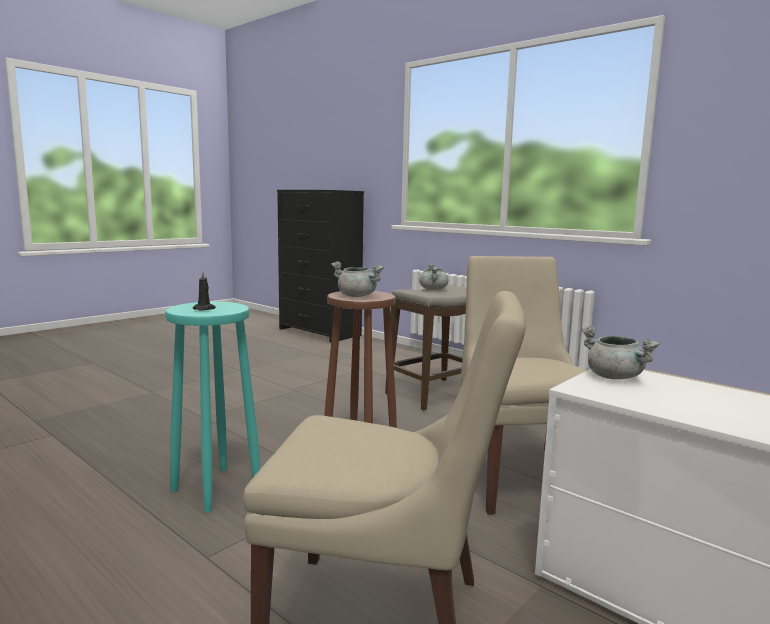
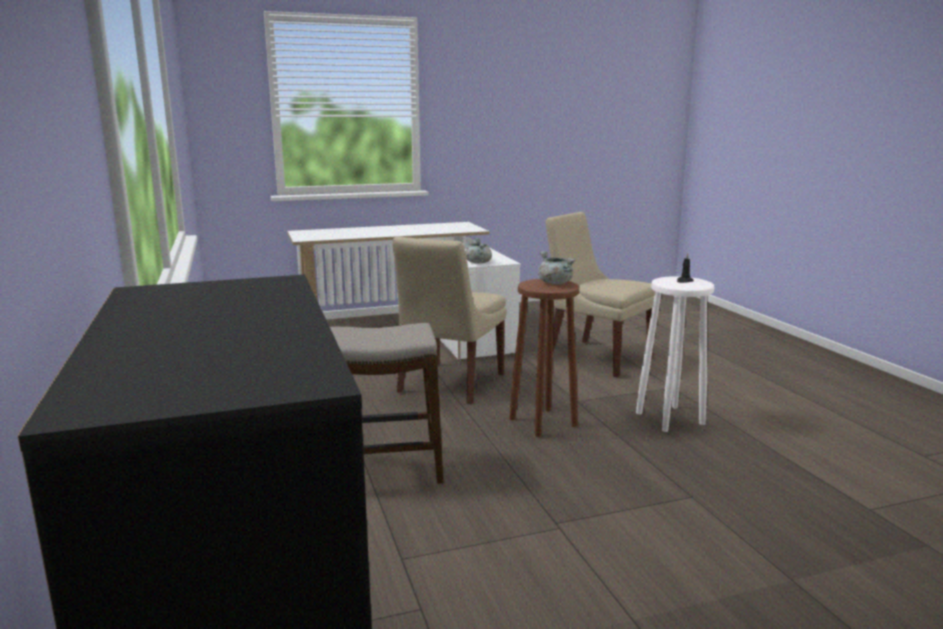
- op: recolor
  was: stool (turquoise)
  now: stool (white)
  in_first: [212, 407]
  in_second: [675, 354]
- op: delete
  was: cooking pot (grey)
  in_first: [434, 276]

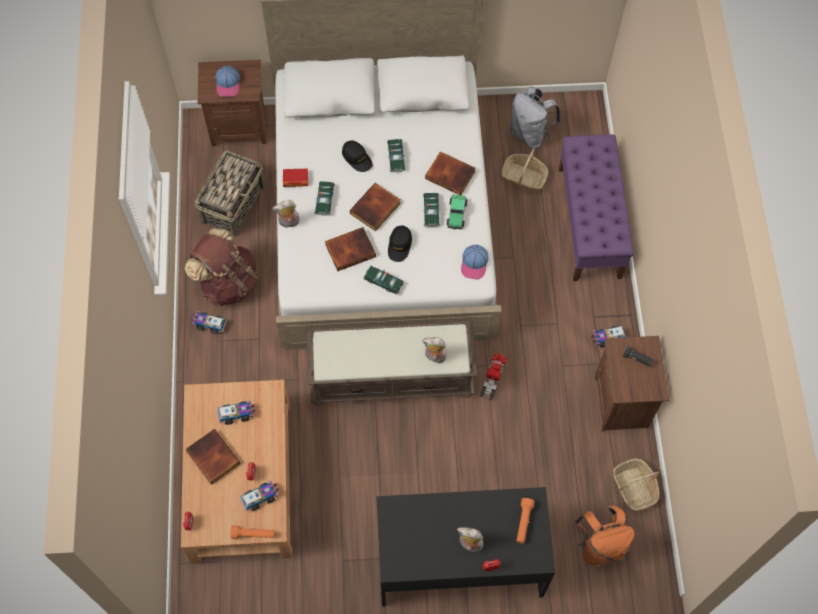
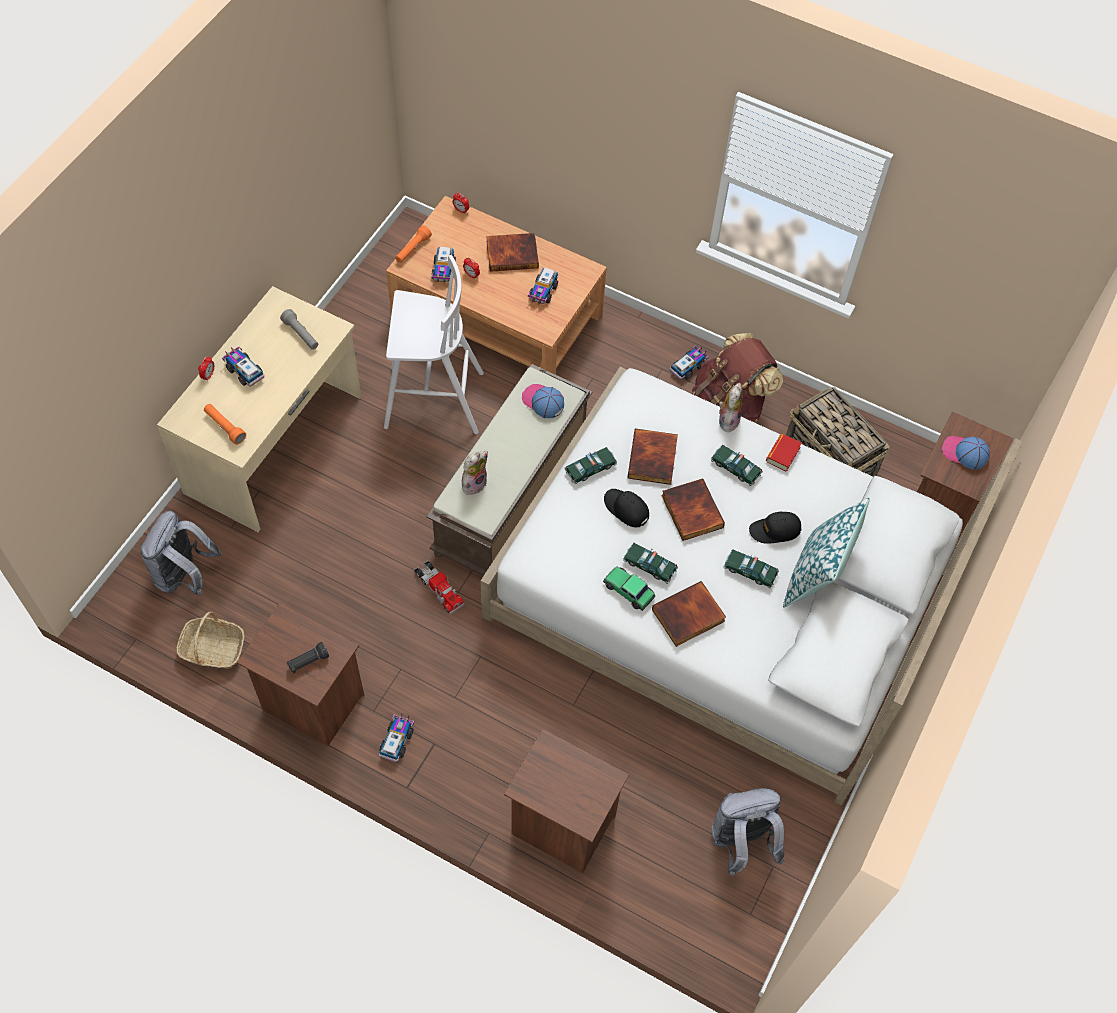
- op: recolor
  was: backpack (orange)
  now: backpack (grey)
  in_first: [604, 536]
  in_second: [181, 553]
- op: recolor
  was: desk (black)
  now: desk (beige)
  in_first: [465, 547]
  in_second: [259, 409]
- op: replace
  was: plush toy
  now: toy truck
  in_first: [470, 539]
  in_second: [243, 366]
- op: insert
  now: flashlight (grey)
  in_second: [299, 329]
- op: insert
  now: stool (white)
  in_second: [434, 344]
- op: replace
  was: bench (purple)
  now: nightstand (brown)
  in_first: [596, 207]
  in_second: [566, 801]
- op: move
  was: cap
  in_first: [474, 262]
  in_second: [543, 401]
- op: insert
  now: pillow
  in_second: [826, 553]
- op: delete
  was: basket
  in_first: [525, 169]

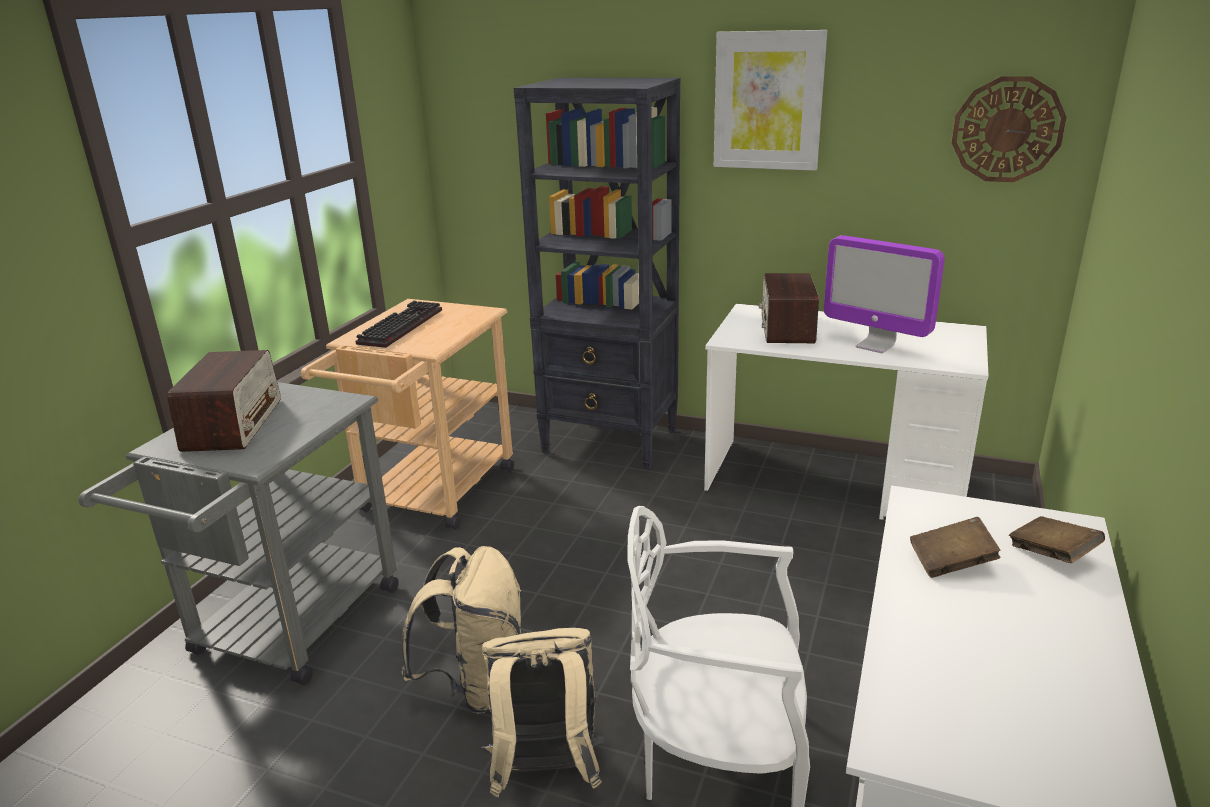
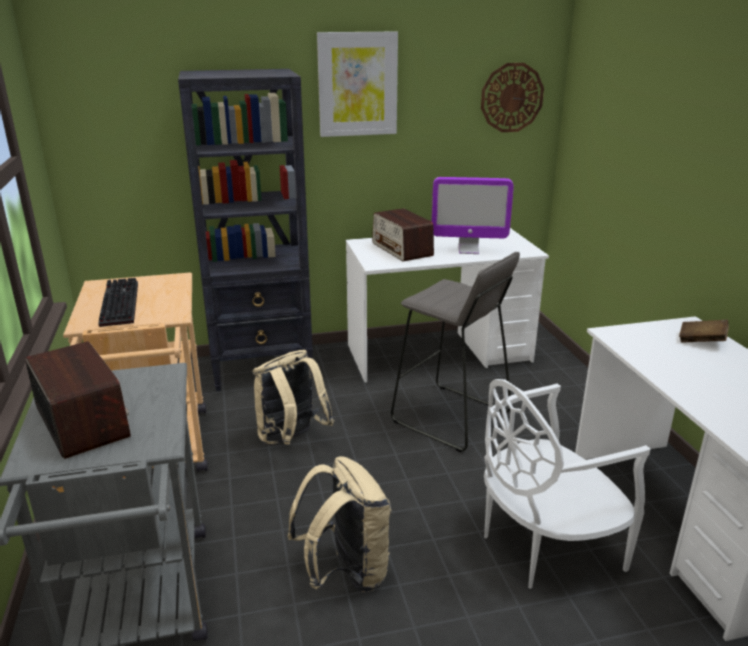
- op: move
  was: backpack (beige)
  in_first: [543, 712]
  in_second: [293, 397]
- op: insert
  now: stool (grey)
  in_second: [455, 352]
- op: delete
  was: book (brown)
  in_first: [955, 547]

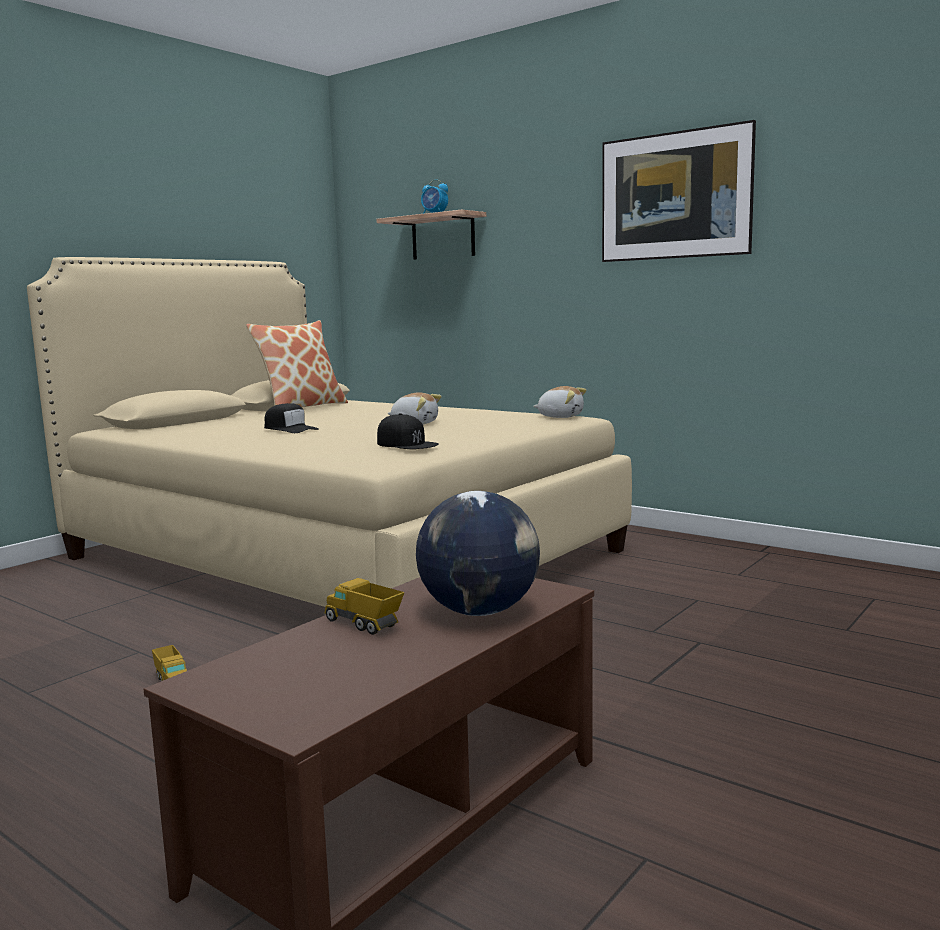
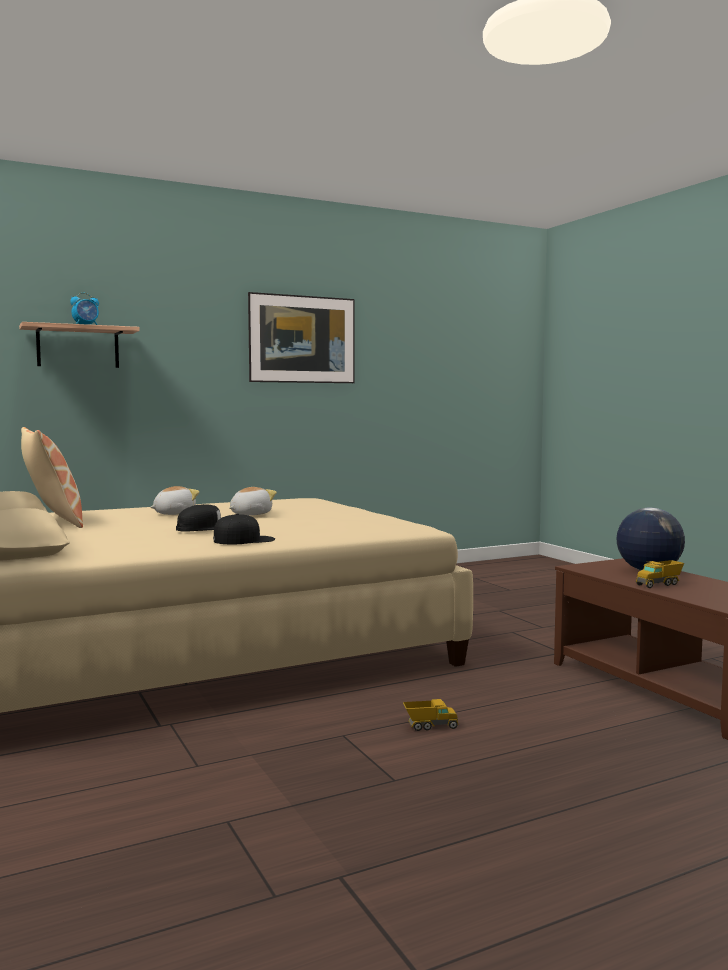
- op: move
  was: plush toy
  in_first: [560, 402]
  in_second: [175, 500]
- op: move
  was: cap (black)
  in_first: [408, 431]
  in_second: [244, 528]

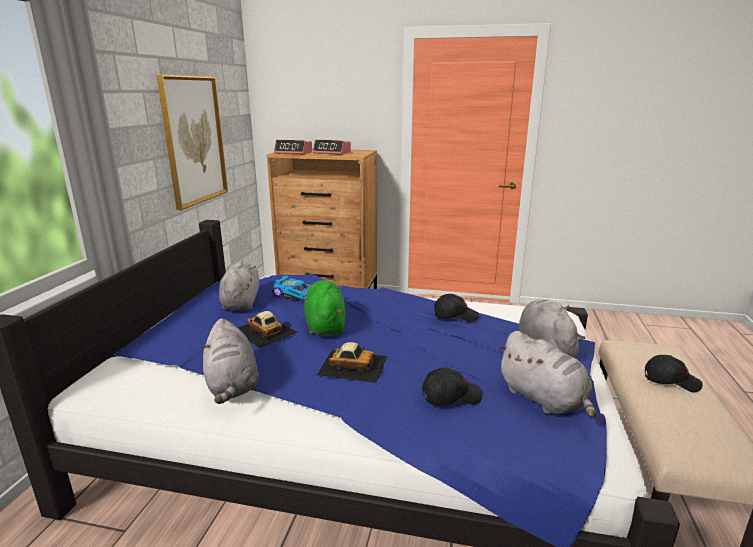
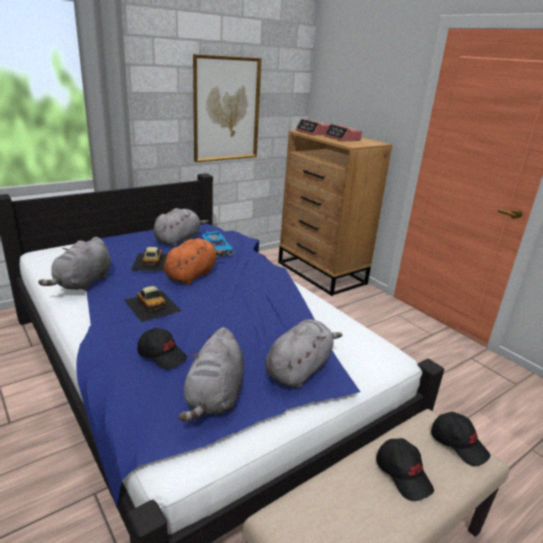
- op: recolor
  was: plush toy (green)
  now: plush toy (orange)
  in_first: [325, 308]
  in_second: [194, 261]
- op: move
  was: cap (black)
  in_first: [456, 308]
  in_second: [461, 439]

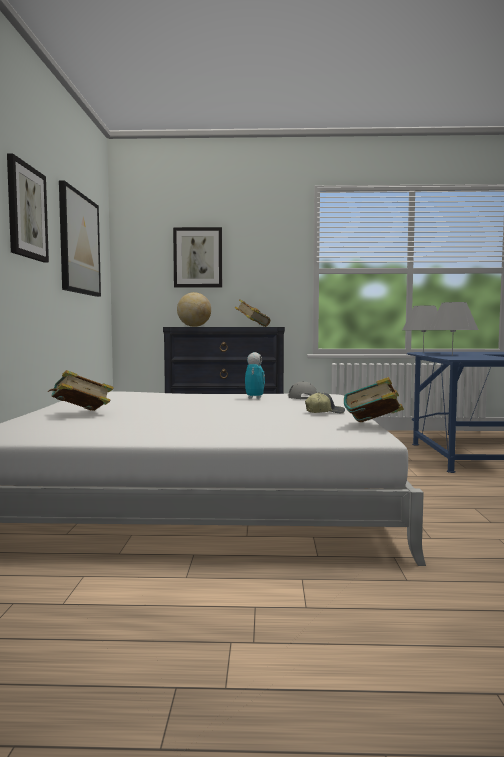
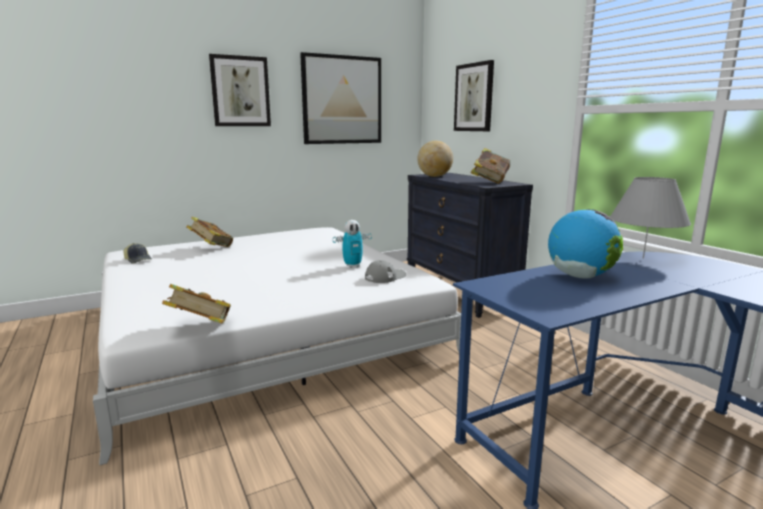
- op: move
  was: cap
  in_first: [325, 402]
  in_second: [137, 253]
- op: replace
  was: table lamp (grey)
  now: globe
  in_first: [453, 329]
  in_second: [585, 244]

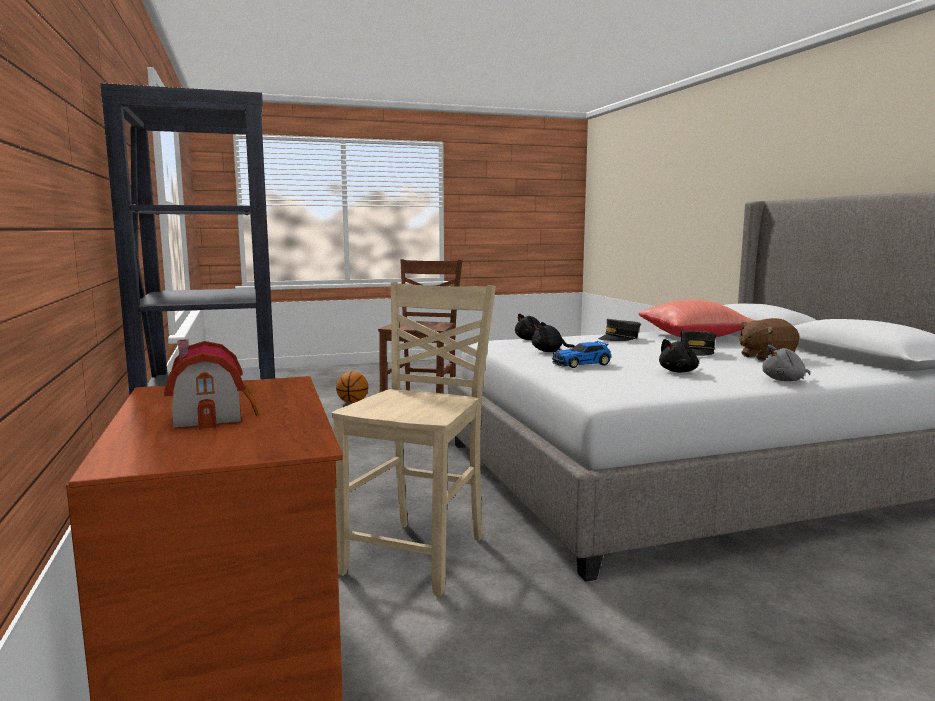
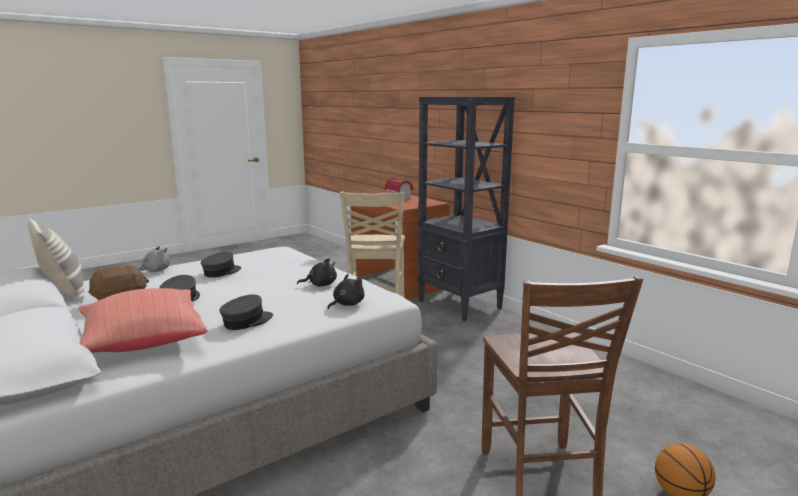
- op: insert
  now: pillow
  in_second: [56, 260]
- op: replace
  was: plush toy (black)
  now: cap (grey)
  in_first: [679, 355]
  in_second: [221, 264]
- op: delete
  was: toy car
  in_first: [582, 354]

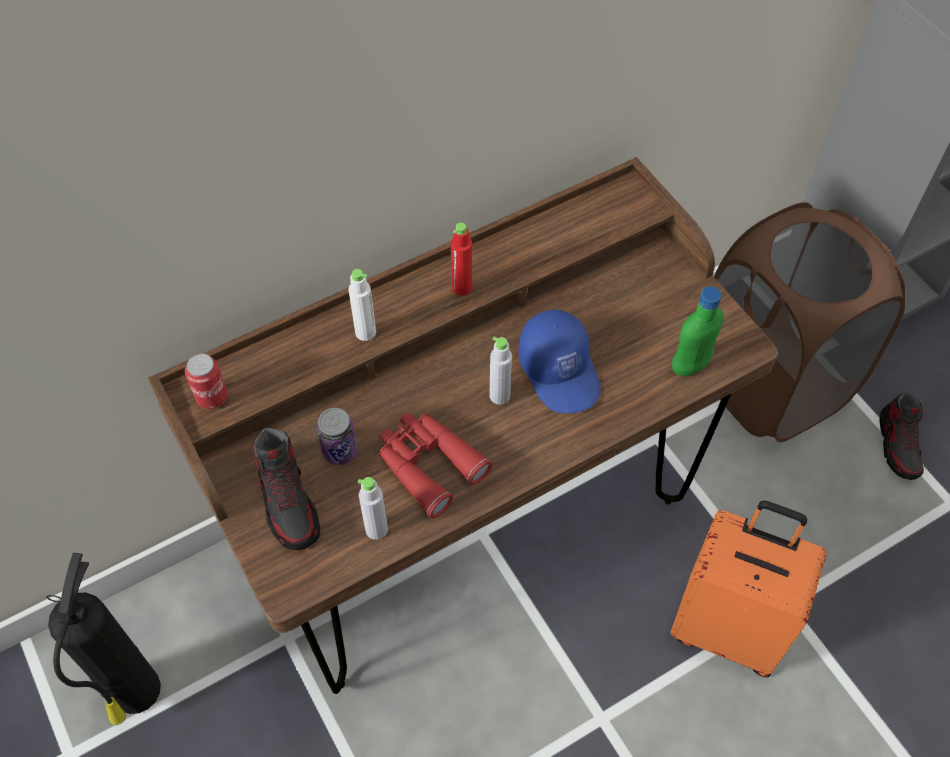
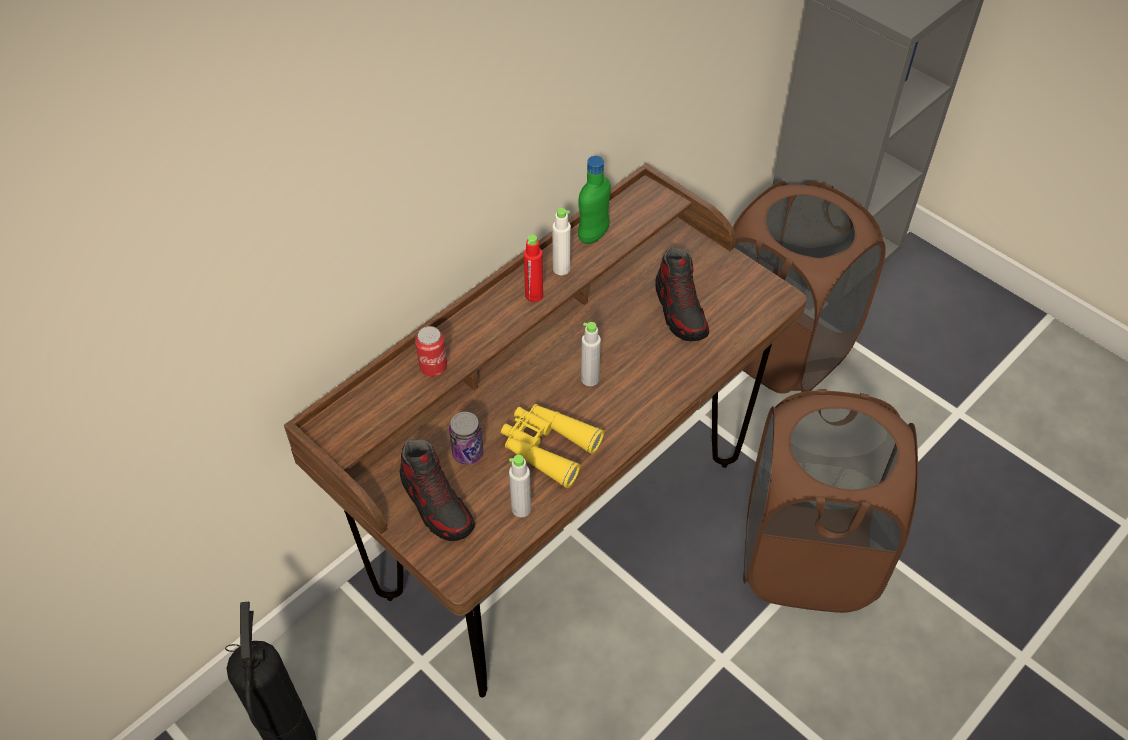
- op: move
  was: can
  in_first: [206, 381]
  in_second: [431, 351]
- op: recolor
  was: binoculars (red)
  now: binoculars (yellow)
  in_first: [435, 465]
  in_second: [552, 446]
- op: move
  was: bottle (white)
  in_first: [362, 305]
  in_second: [561, 241]
- op: move
  was: bottle (green)
  in_first: [698, 331]
  in_second: [594, 200]
- op: move
  was: shoe
  in_first: [901, 436]
  in_second: [682, 294]
- op: replace
  was: suitcase (orange)
  now: laundry basket (brown)
  in_first: [748, 589]
  in_second: [830, 501]
- op: delete
  was: cap (blue)
  in_first: [559, 361]

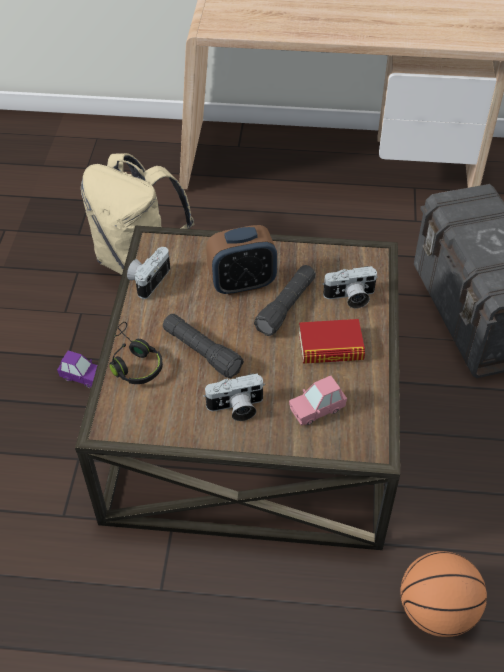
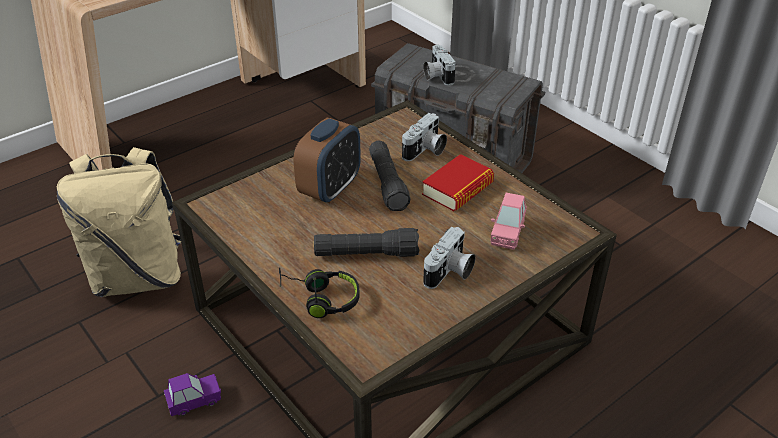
- op: move
  was: photo camera
  in_first: [148, 273]
  in_second: [439, 65]
- op: delete
  was: basketball
  in_first: [443, 594]

